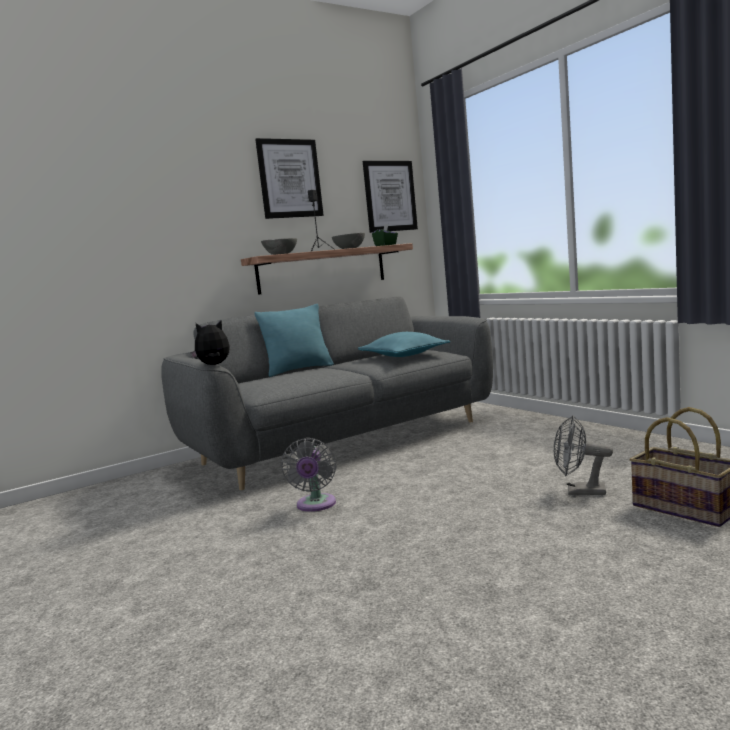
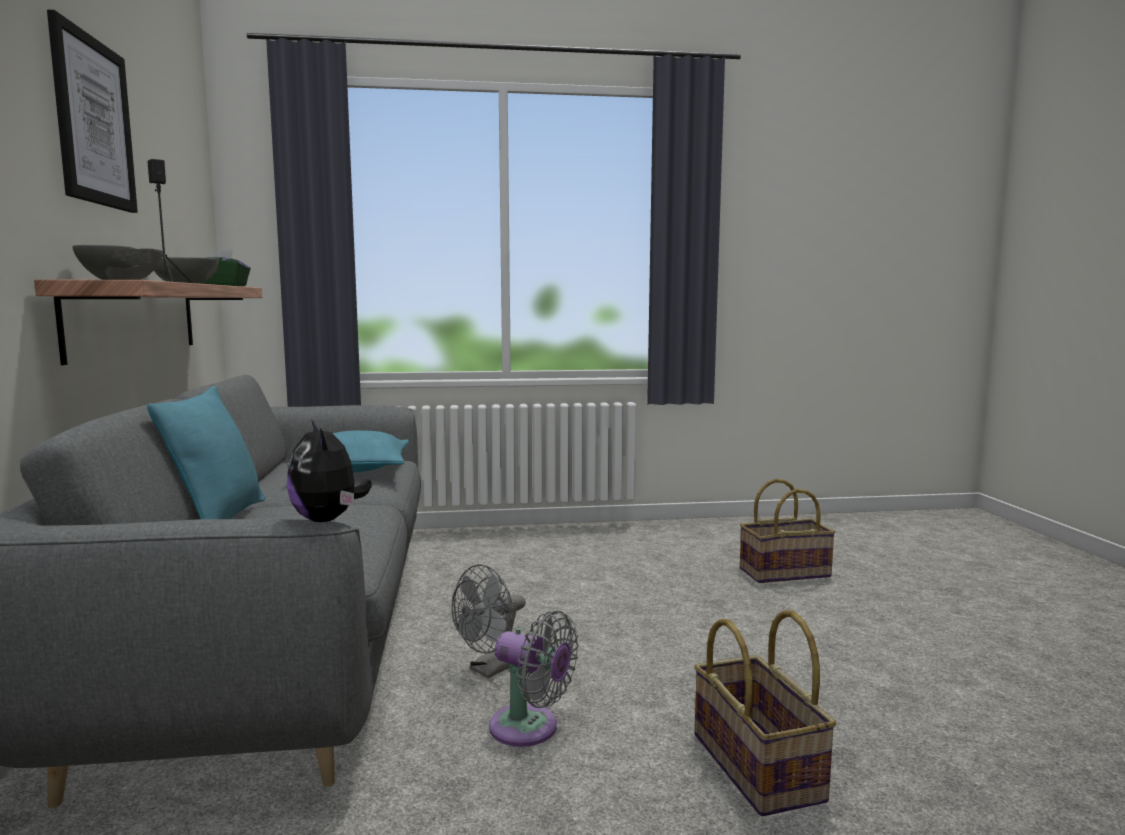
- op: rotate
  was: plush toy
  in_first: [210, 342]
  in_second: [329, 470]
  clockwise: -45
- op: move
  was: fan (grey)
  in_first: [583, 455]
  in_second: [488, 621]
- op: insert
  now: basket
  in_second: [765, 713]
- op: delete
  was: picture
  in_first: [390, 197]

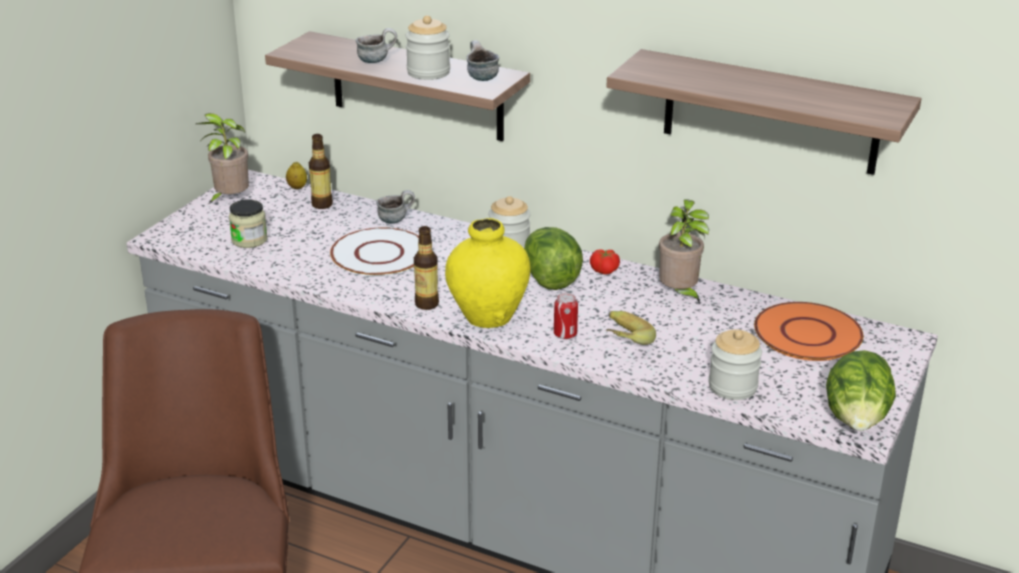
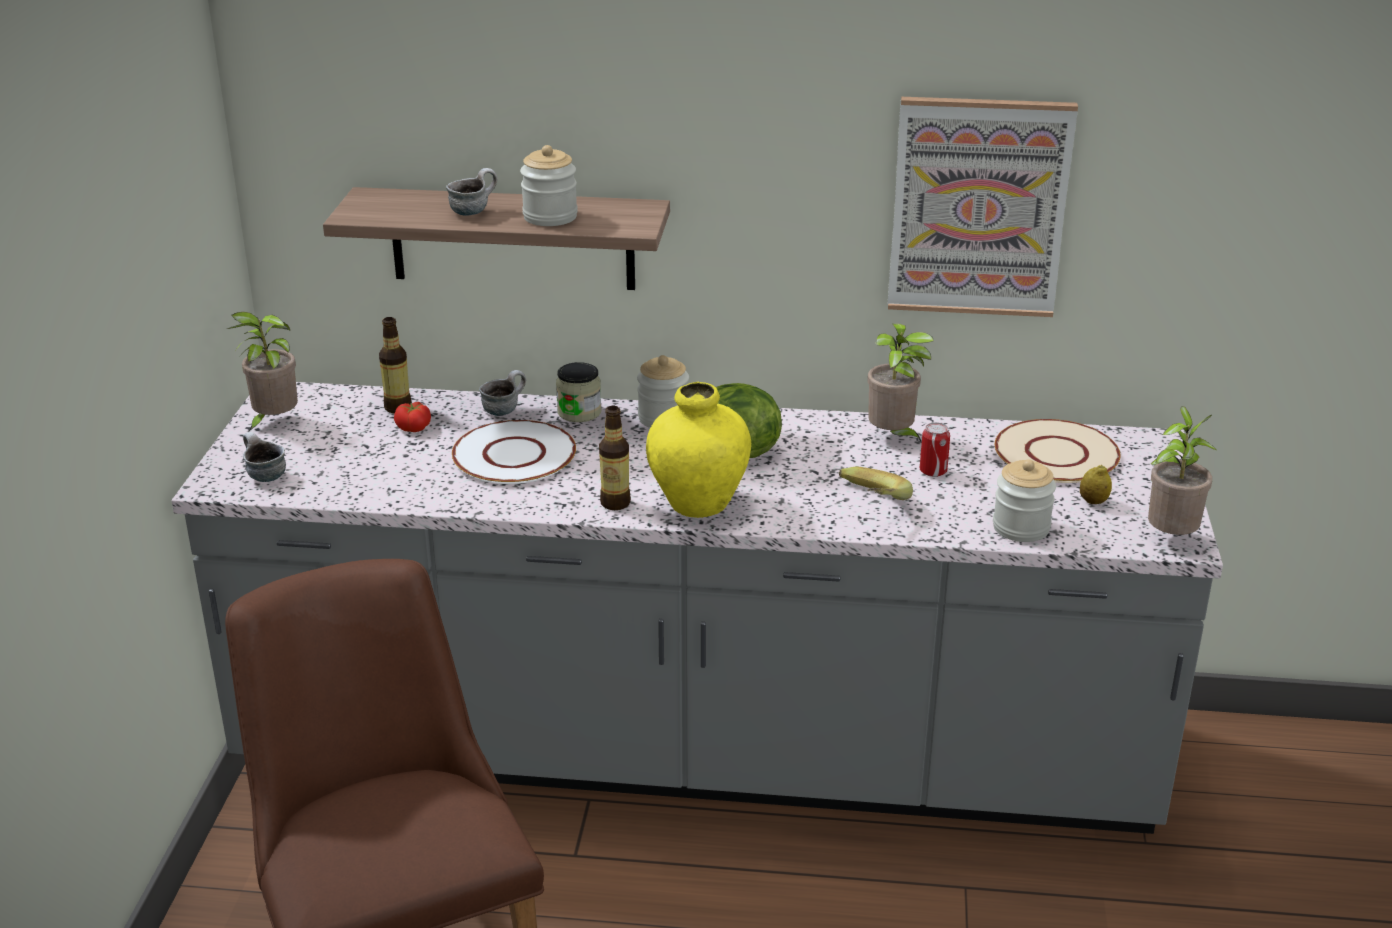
- op: move
  was: mug
  in_first: [482, 60]
  in_second: [264, 457]
- op: move
  was: tomato
  in_first: [605, 261]
  in_second: [412, 417]
- op: move
  was: jar
  in_first: [248, 223]
  in_second: [578, 392]
- op: replace
  was: shelf
  now: picture
  in_first: [763, 112]
  in_second: [983, 207]
- op: move
  was: can
  in_first: [566, 316]
  in_second: [935, 449]
- op: recolor
  was: plate (orange)
  now: plate (beige)
  in_first: [808, 331]
  in_second: [1057, 451]
- op: move
  was: lemon
  in_first: [296, 175]
  in_second: [1096, 484]
- op: replace
  was: lettuce
  now: potted plant
  in_first: [861, 390]
  in_second: [1183, 470]

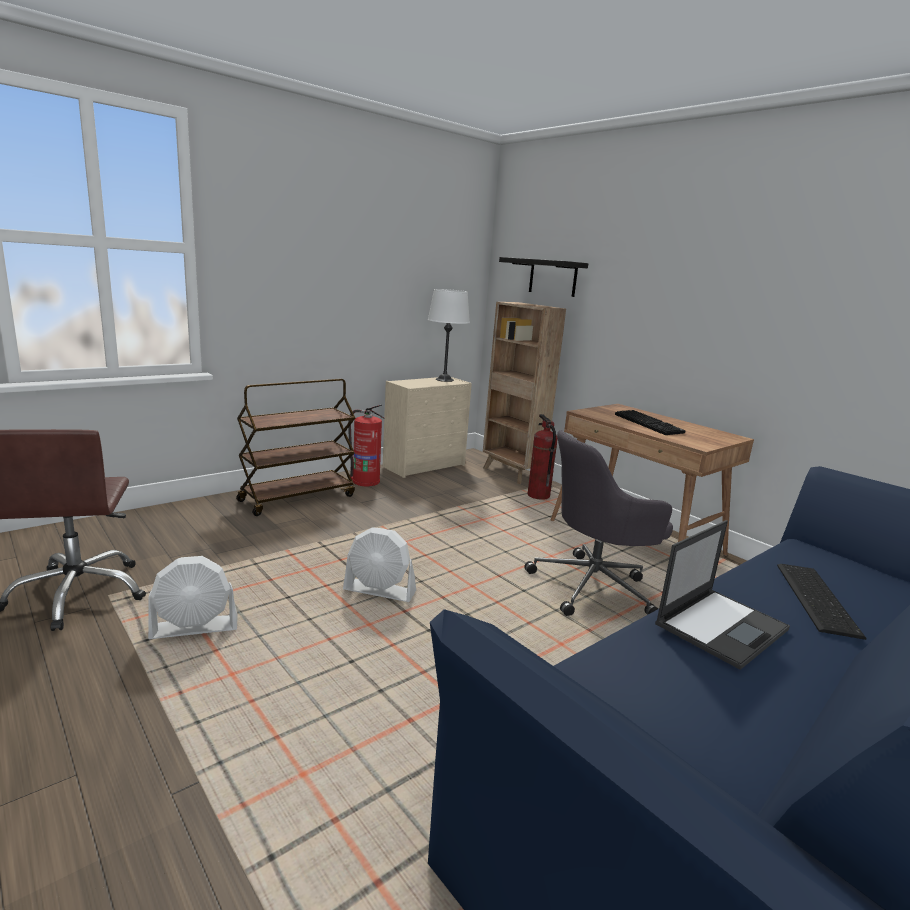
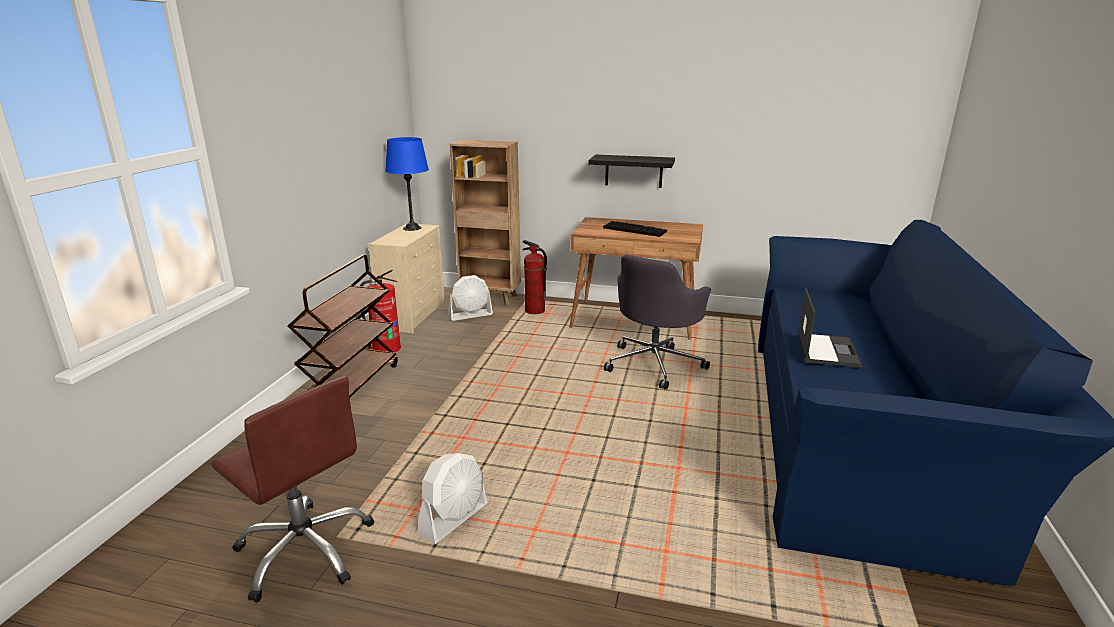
- op: recolor
  was: table lamp (white)
  now: table lamp (blue)
  in_first: [449, 335]
  in_second: [407, 184]
- op: move
  was: fan (white)
  in_first: [379, 564]
  in_second: [470, 298]
- op: move
  was: shelf (black)
  in_first: [543, 277]
  in_second: [631, 171]
- op: delete
  was: keyboard
  in_first: [822, 602]

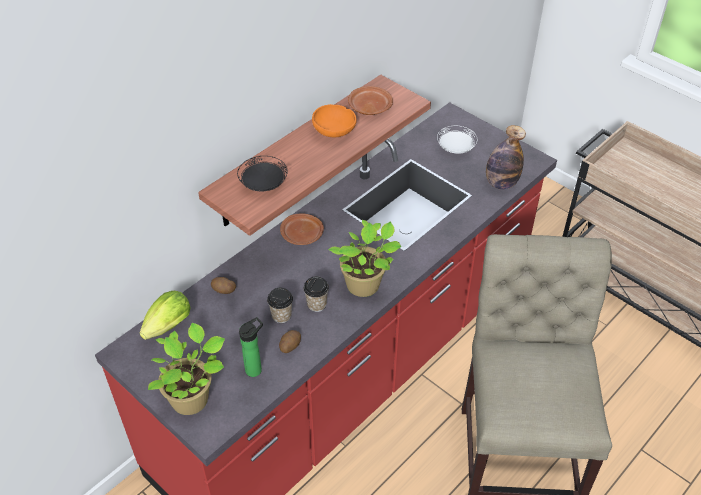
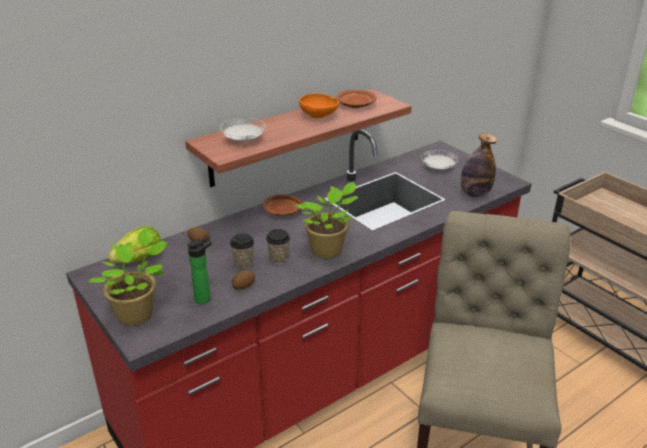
- op: recolor
  was: plate (black)
  now: plate (white)
  in_first: [262, 174]
  in_second: [243, 129]

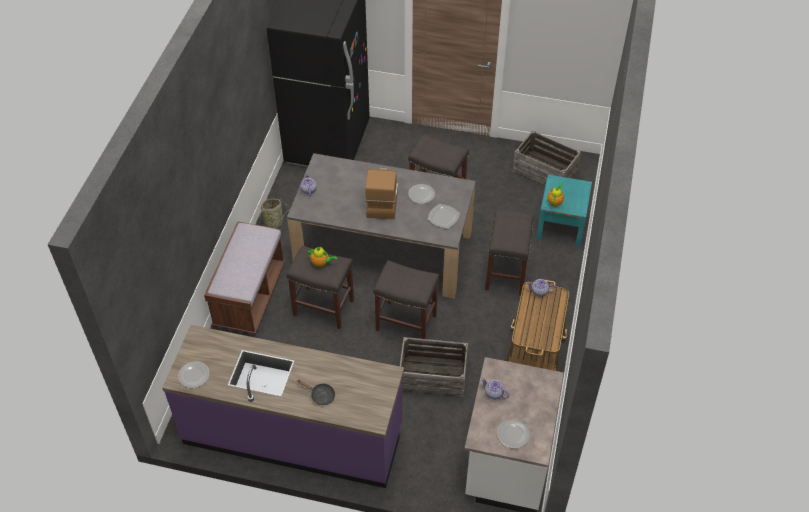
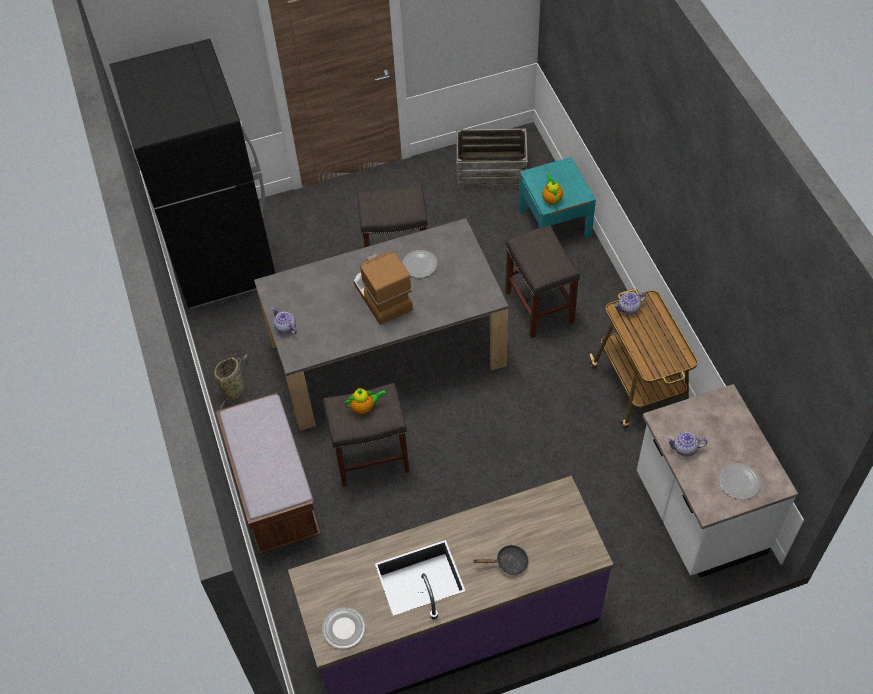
- op: delete
  was: stool (grey)
  in_first: [406, 299]
- op: delete
  was: crate
  in_first: [434, 367]
- op: delete
  was: plate
  in_first: [444, 216]

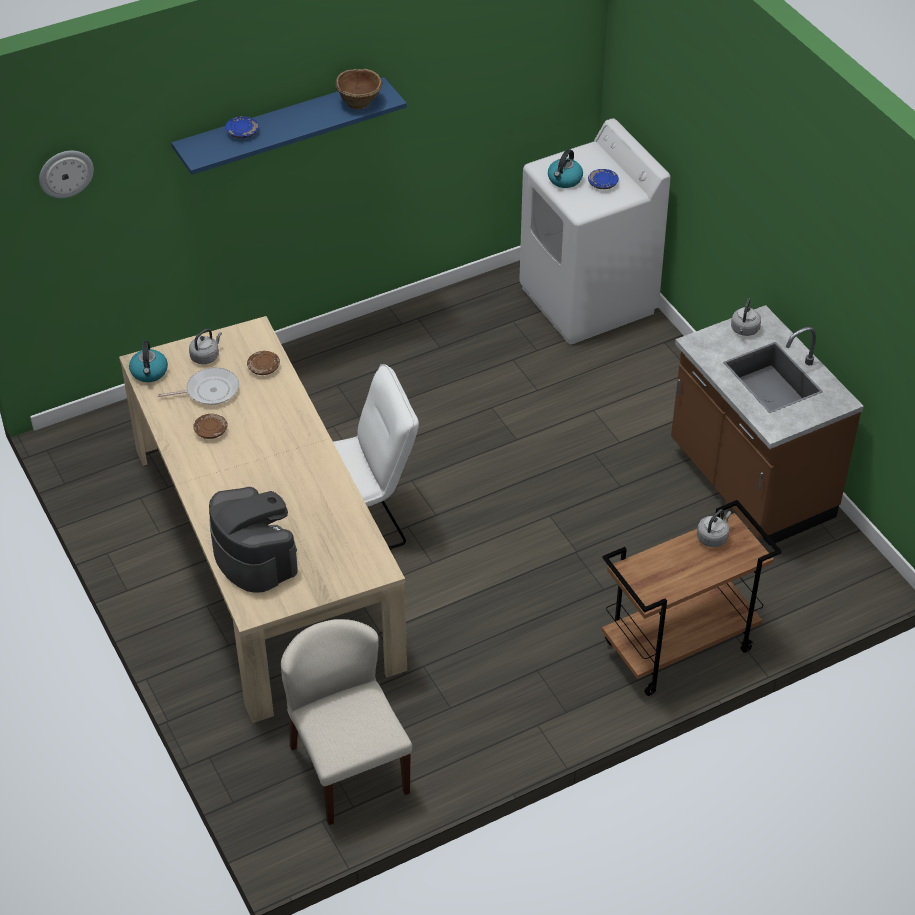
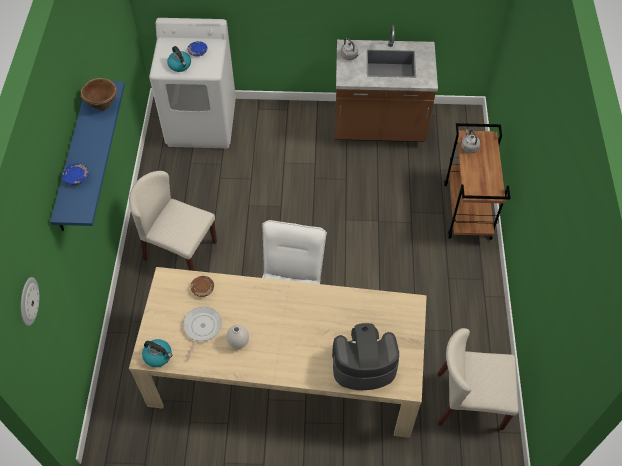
- op: insert
  now: chair (beige)
  in_second: [173, 221]
- op: replace
  was: plate (brown)
  now: vase (white)
  in_first: [210, 426]
  in_second: [237, 337]
- op: delete
  was: kettle (grey)
  in_first: [205, 346]

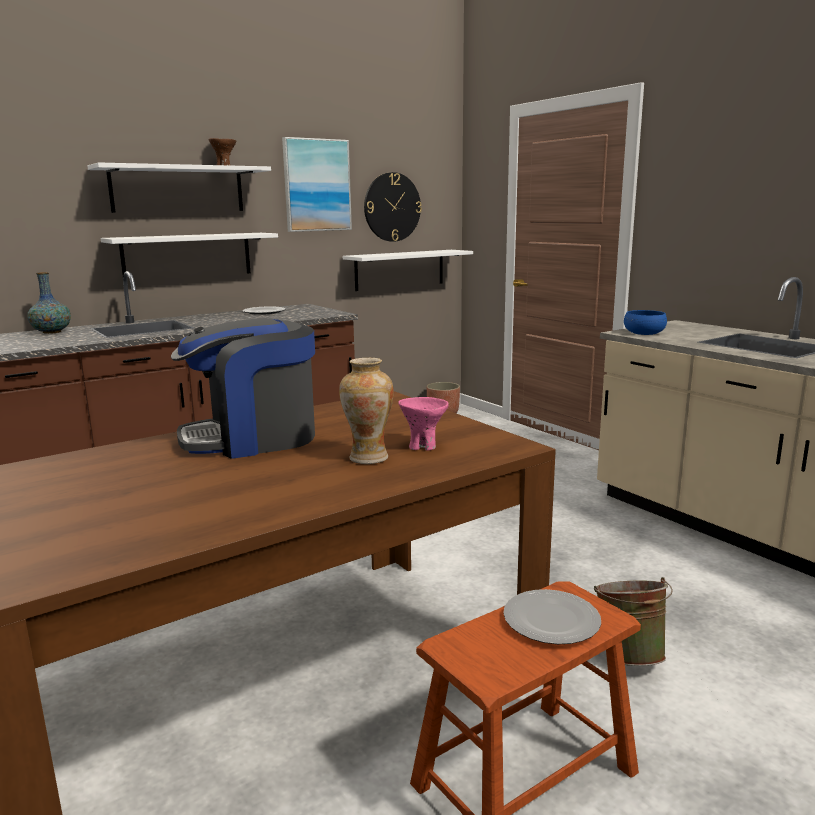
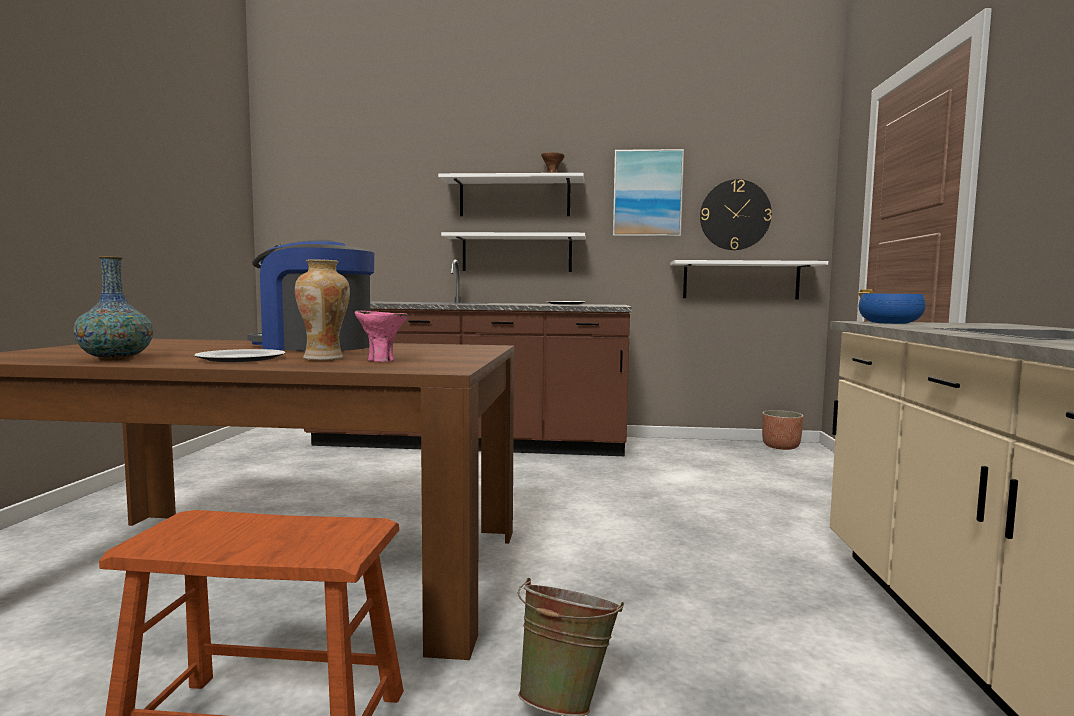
- op: move
  was: vase
  in_first: [49, 303]
  in_second: [113, 308]
- op: move
  was: plate
  in_first: [552, 616]
  in_second: [239, 355]

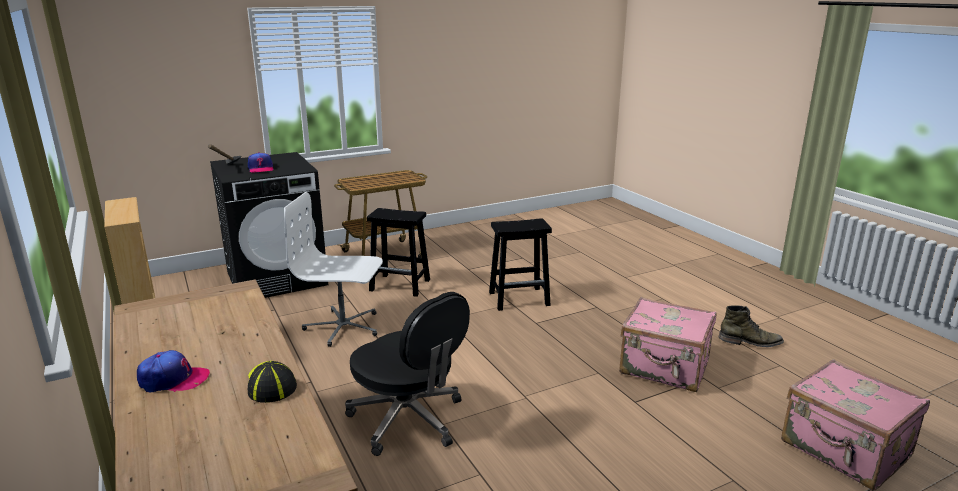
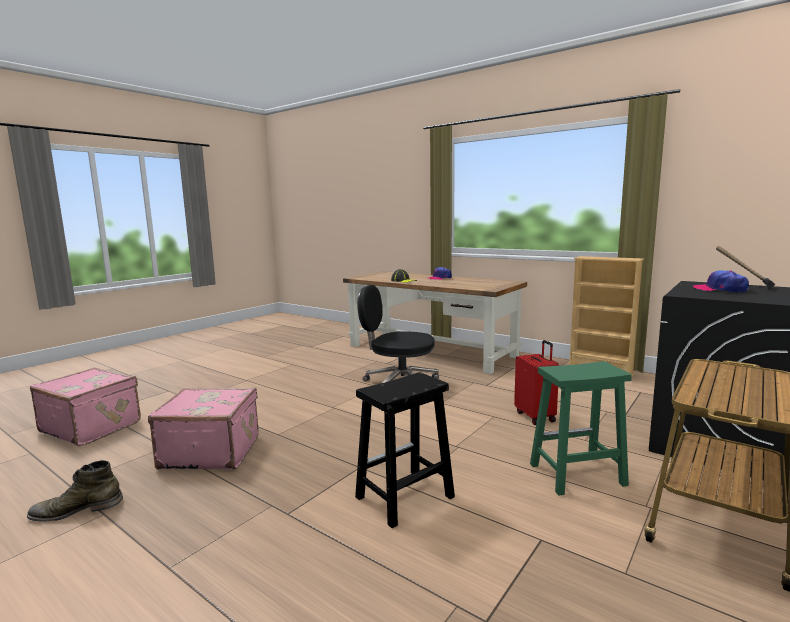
- op: replace
  was: office chair (white)
  now: suitcase (red)
  in_first: [333, 269]
  in_second: [536, 382]
- op: recolor
  was: stool (black)
  now: stool (green)
  in_first: [398, 252]
  in_second: [581, 428]

